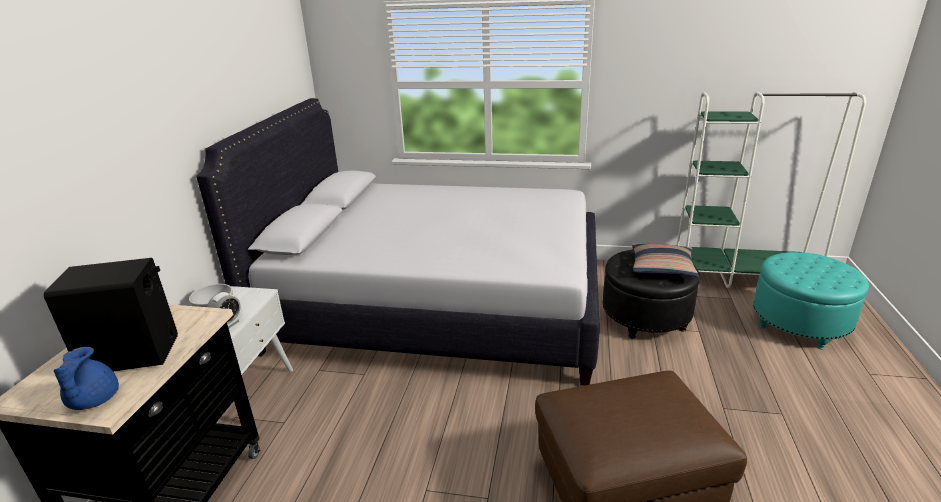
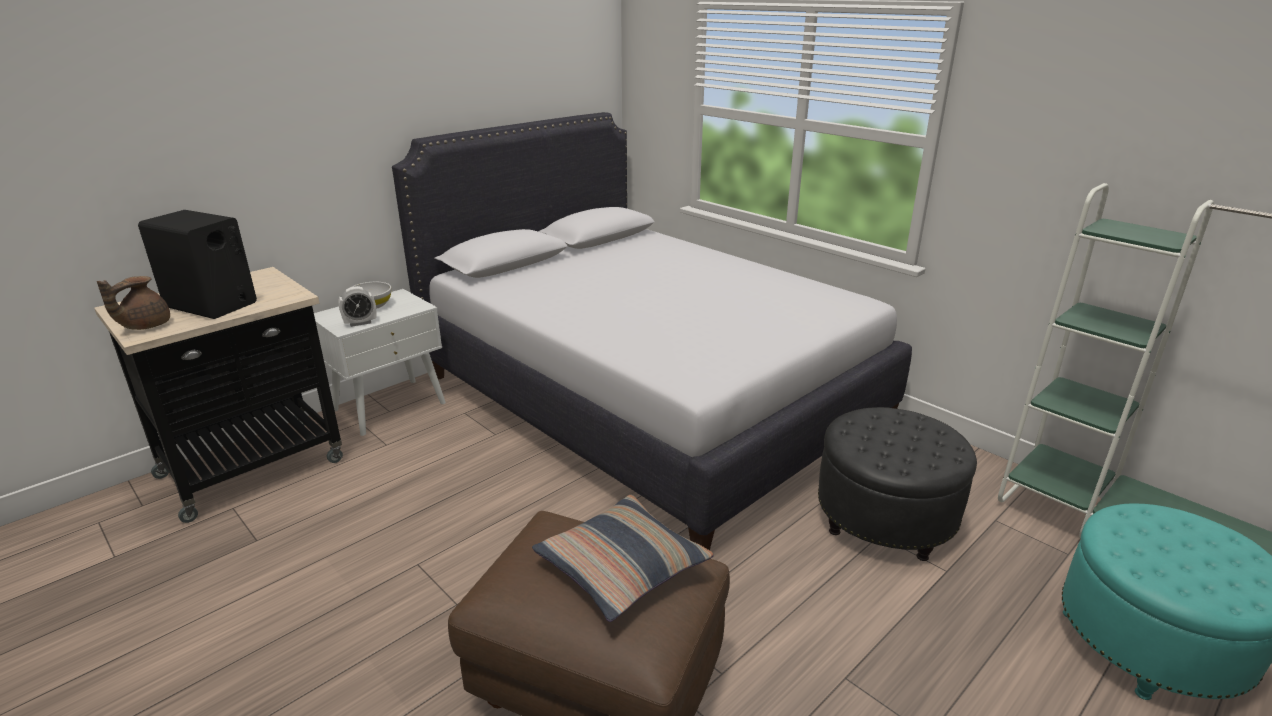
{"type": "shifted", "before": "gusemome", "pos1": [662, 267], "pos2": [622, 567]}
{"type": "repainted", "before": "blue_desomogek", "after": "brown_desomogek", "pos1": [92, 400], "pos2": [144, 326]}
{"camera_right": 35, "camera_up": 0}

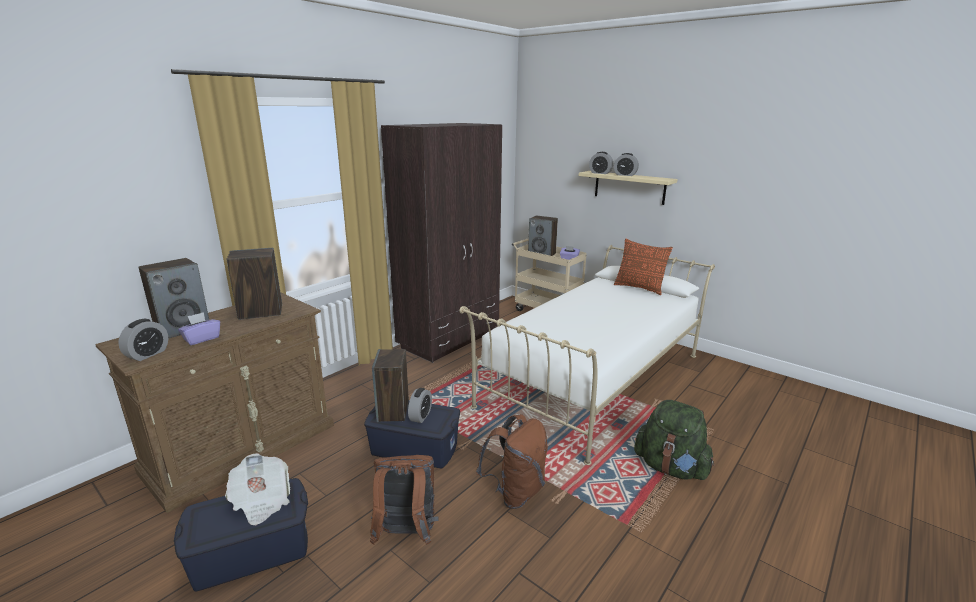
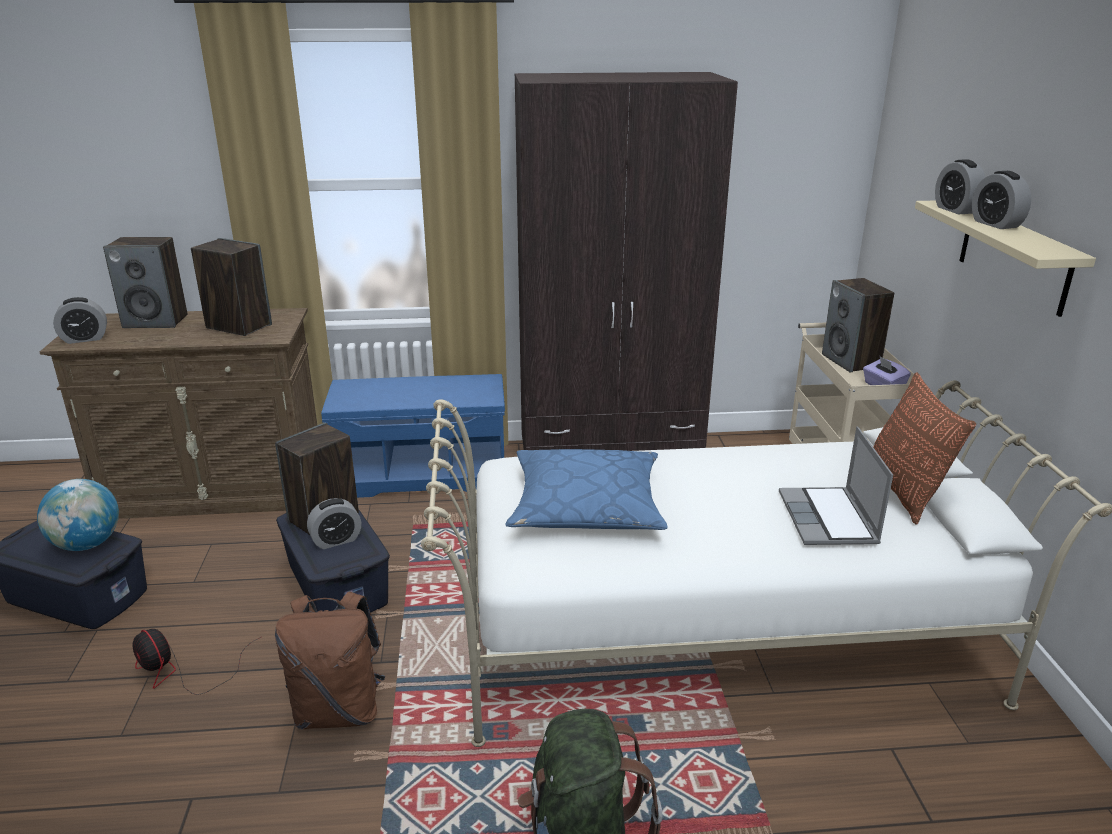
{"type": "gone", "before": "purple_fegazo", "pos1": [202, 339]}
{"type": "new", "after": "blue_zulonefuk", "pos2": [423, 474]}
{"type": "new", "after": "blue_gusemome", "pos2": [586, 506]}
{"type": "new", "after": "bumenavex", "pos2": [829, 519]}
{"type": "swapped", "before": "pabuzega", "after": "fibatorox", "pos1": [261, 501], "pos2": [87, 544]}
{"type": "swapped", "before": "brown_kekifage", "after": "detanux", "pos1": [406, 534], "pos2": [181, 672]}
{"camera_right": 45, "camera_up": 5}

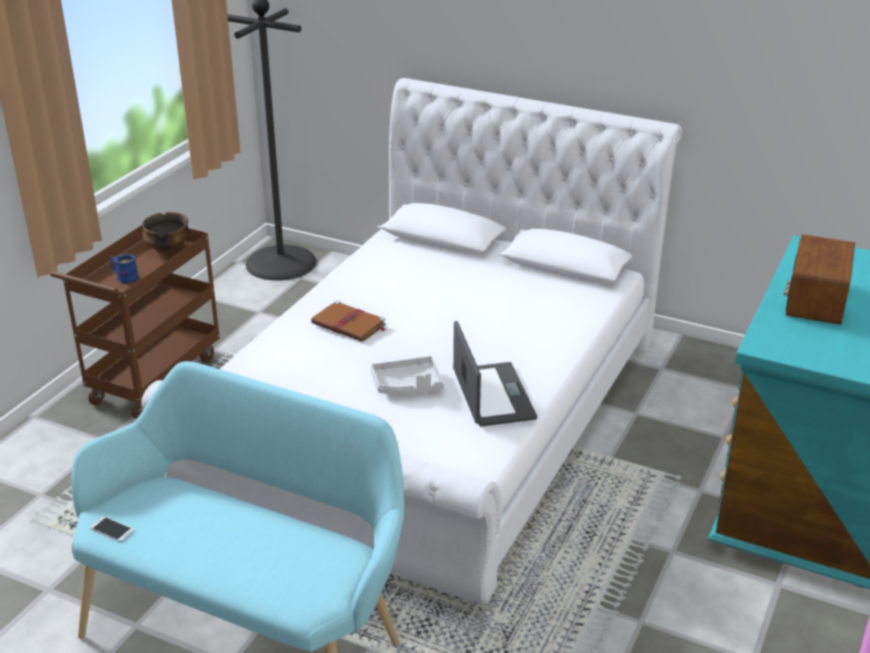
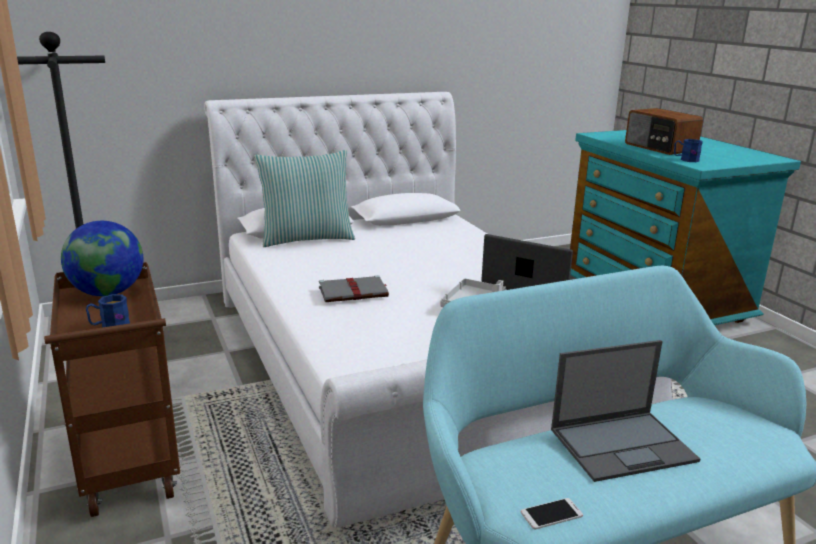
{"type": "new", "after": "gusemome", "pos2": [306, 238]}
{"type": "new", "after": "bumenavex", "pos2": [623, 444]}
{"type": "new", "after": "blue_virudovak", "pos2": [685, 159]}
{"type": "swapped", "before": "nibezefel", "after": "fibatorox", "pos1": [167, 248], "pos2": [108, 293]}
{"type": "repainted", "before": "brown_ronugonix", "after": "grey_ronugonix", "pos1": [350, 324], "pos2": [354, 292]}
{"camera_right": -50, "camera_up": -10}

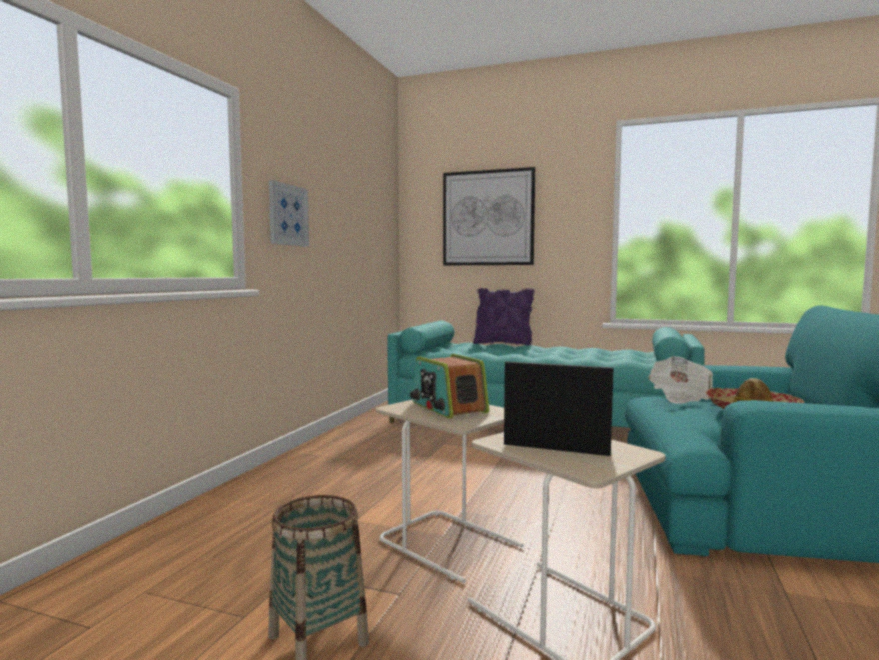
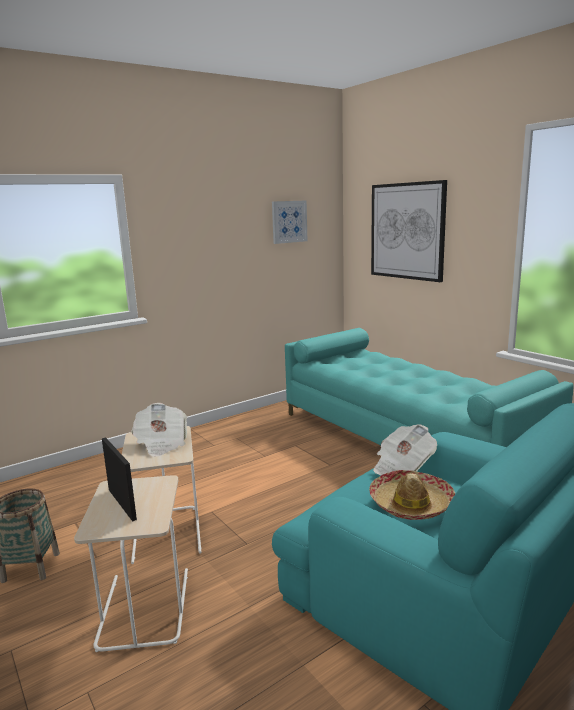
{"type": "gone", "before": "purple_gusemome", "pos1": [503, 343]}
{"type": "shifted", "before": "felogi", "pos1": [288, 215], "pos2": [289, 221]}
{"type": "swapped", "before": "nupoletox", "after": "pabuzega", "pos1": [448, 407], "pos2": [161, 443]}
{"camera_right": 35, "camera_up": 10}

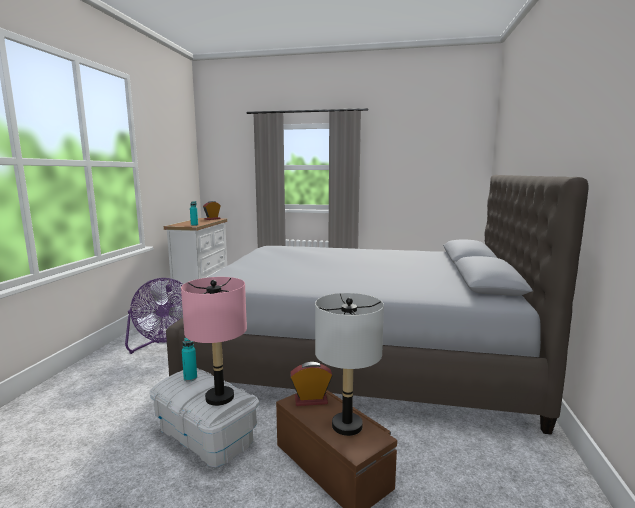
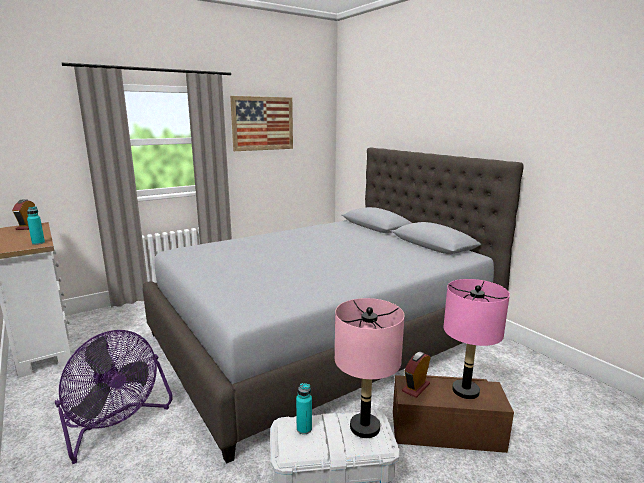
{"type": "new", "after": "felogi", "pos2": [262, 123]}
{"type": "repainted", "before": "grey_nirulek", "after": "pink_nirulek", "pos1": [347, 425], "pos2": [465, 390]}
{"camera_right": -45, "camera_up": 5}

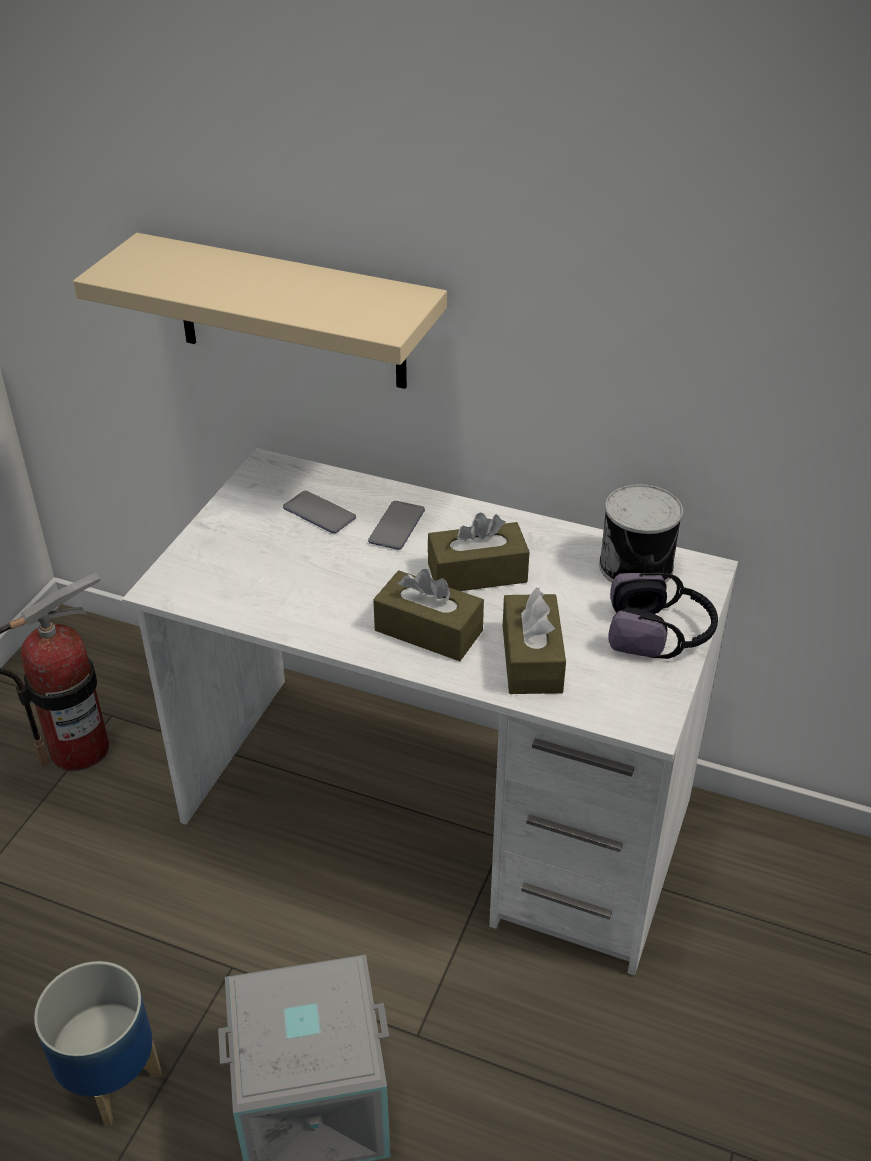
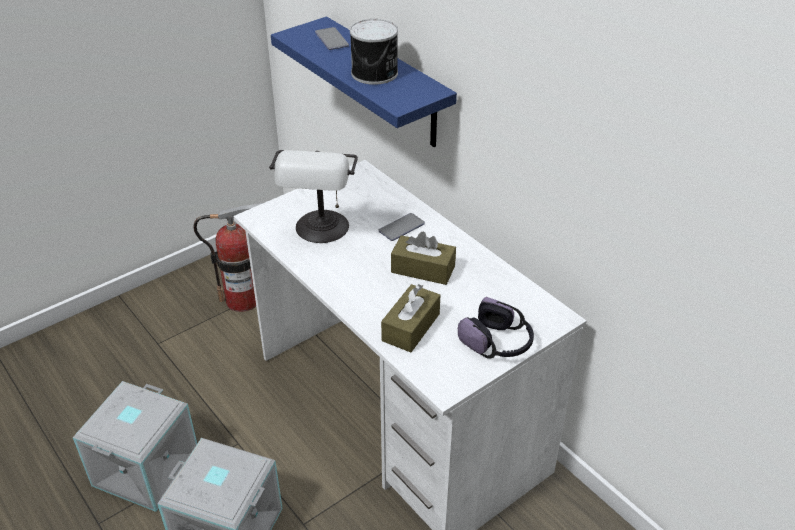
{"type": "gone", "before": "brown_fegazo", "pos1": [428, 630]}
{"type": "new", "after": "nirulek", "pos2": [321, 233]}
{"type": "shifted", "before": "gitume", "pos1": [319, 513], "pos2": [331, 39]}
{"type": "shifted", "before": "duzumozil", "pos1": [638, 566], "pos2": [375, 73]}
{"type": "swapped", "before": "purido", "after": "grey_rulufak", "pos1": [112, 1080], "pos2": [147, 470]}
{"type": "repainted", "before": "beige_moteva", "after": "blue_moteva", "pos1": [290, 313], "pos2": [387, 84]}
{"camera_right": 30, "camera_up": 0}

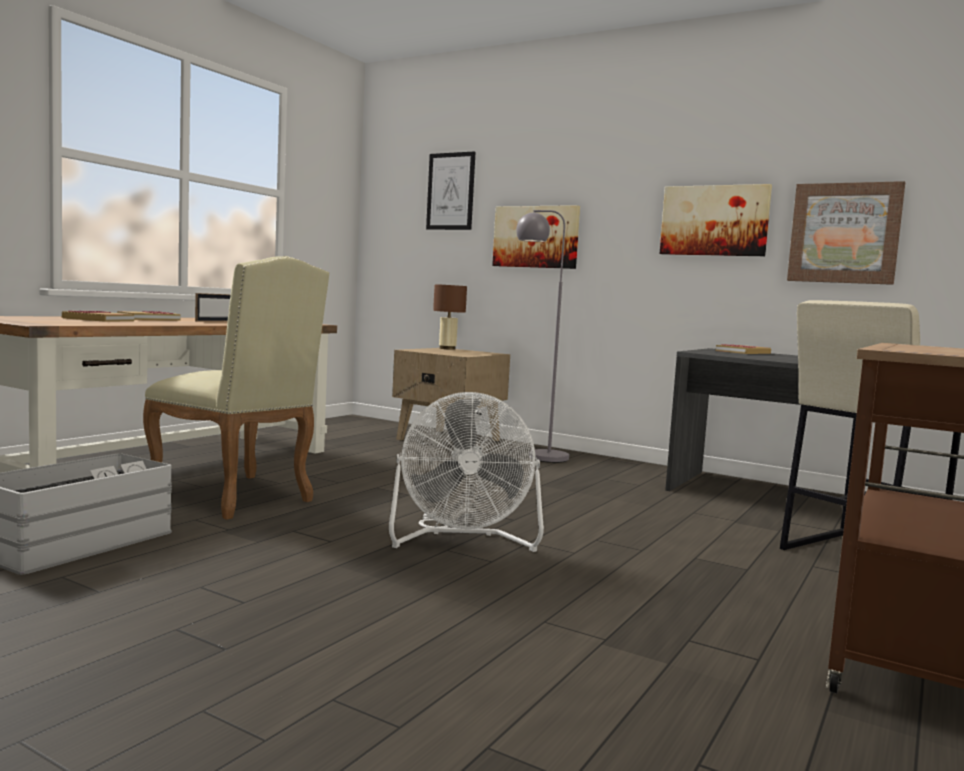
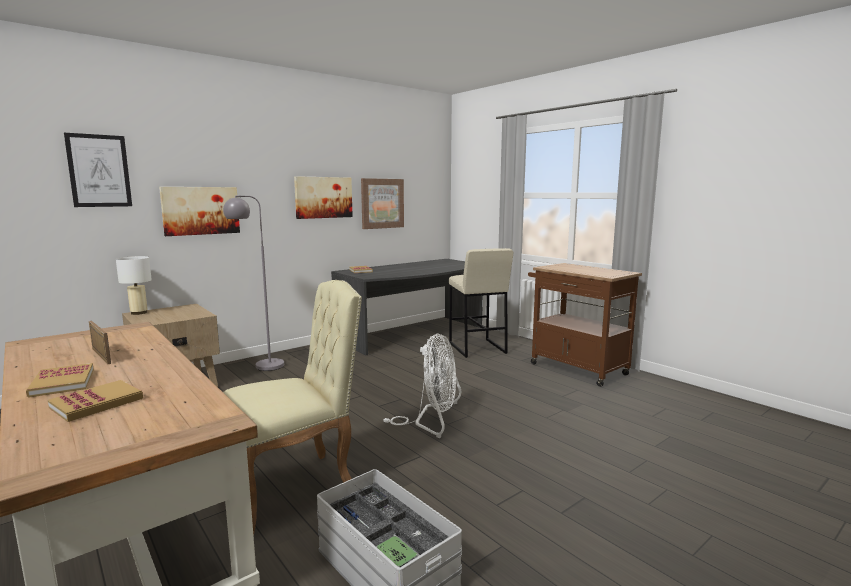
{"type": "repainted", "before": "brown_nirulek", "after": "white_nirulek", "pos1": [448, 348], "pos2": [139, 313]}
{"camera_right": -70, "camera_up": 5}

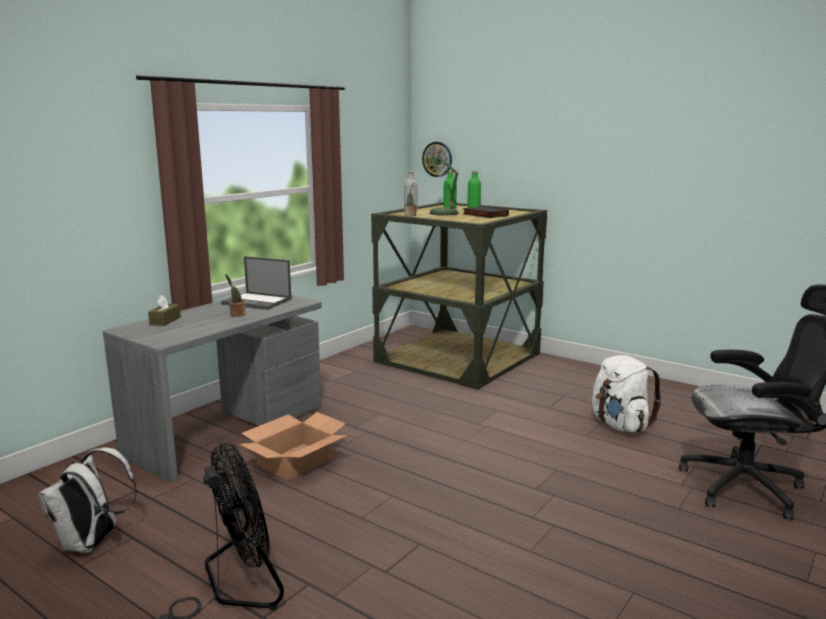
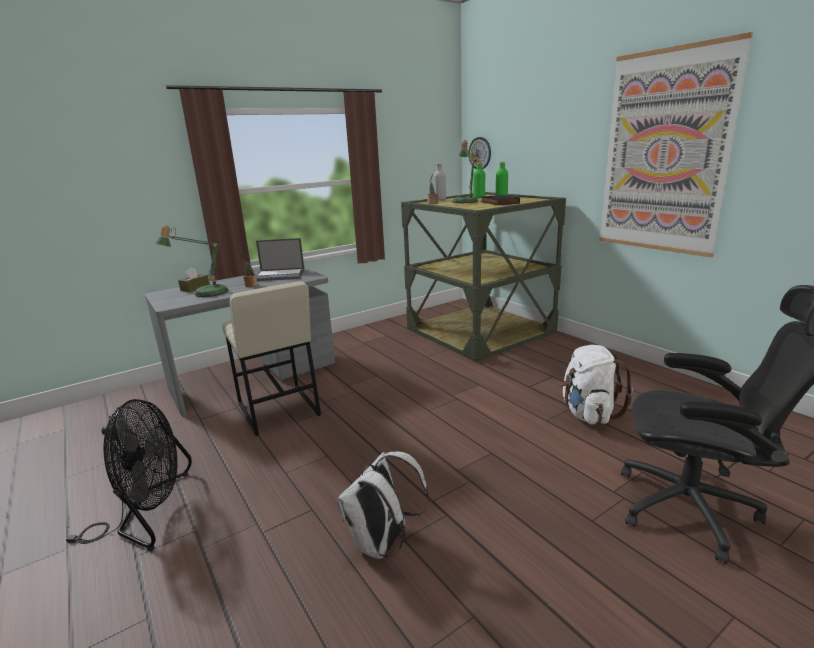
{"type": "new", "after": "nirulek", "pos2": [205, 293]}
{"type": "new", "after": "felogi", "pos2": [664, 153]}
{"type": "shifted", "before": "white_kekifage", "pos1": [92, 543], "pos2": [383, 544]}
{"type": "swapped", "before": "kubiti", "after": "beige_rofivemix", "pos1": [295, 461], "pos2": [279, 410]}
{"type": "rotated", "before": "bumenavex", "pos1": [257, 301], "pos2": [280, 275], "turn": -45}
{"camera_right": 20, "camera_up": 5}

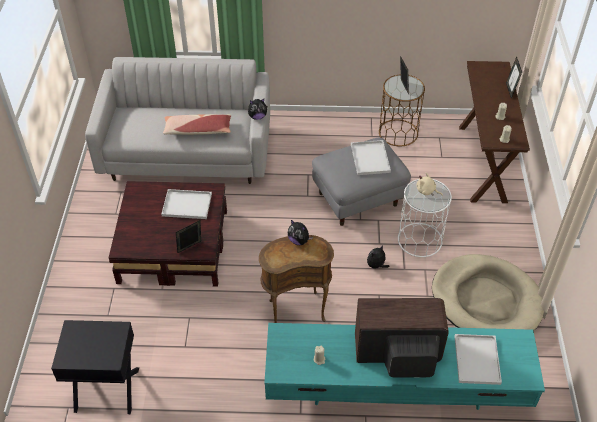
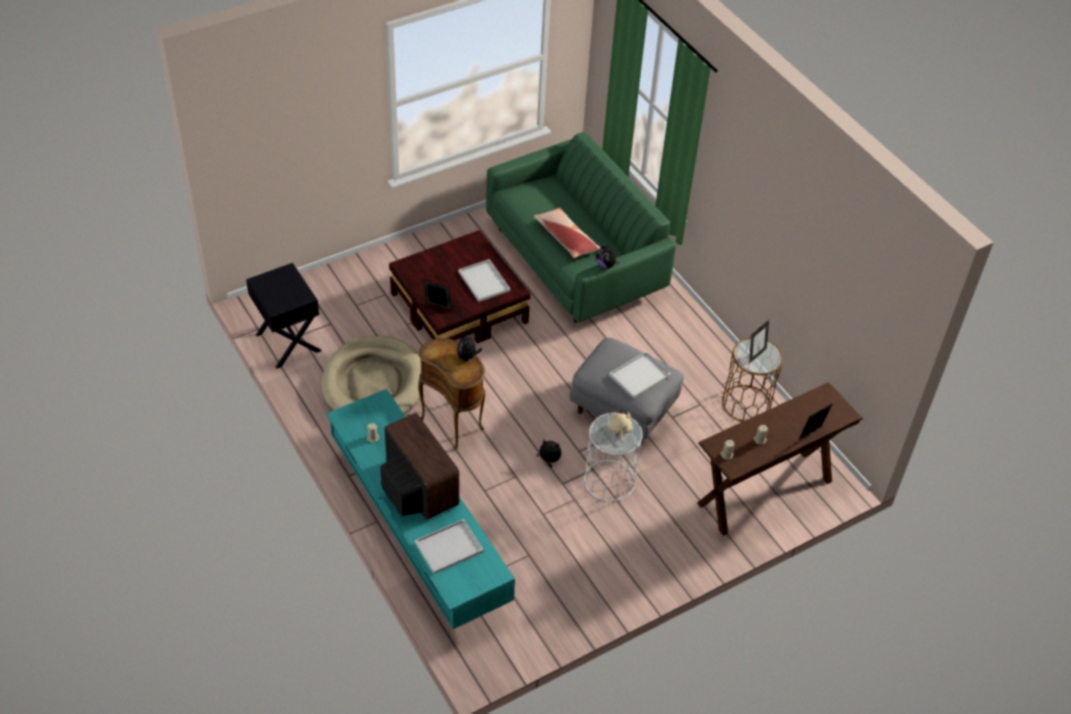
{"type": "shifted", "before": "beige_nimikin", "pos1": [486, 300], "pos2": [374, 383]}
{"type": "repainted", "before": "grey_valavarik", "after": "green_valavarik", "pos1": [188, 153], "pos2": [575, 261]}
{"camera_right": 55, "camera_up": 0}

